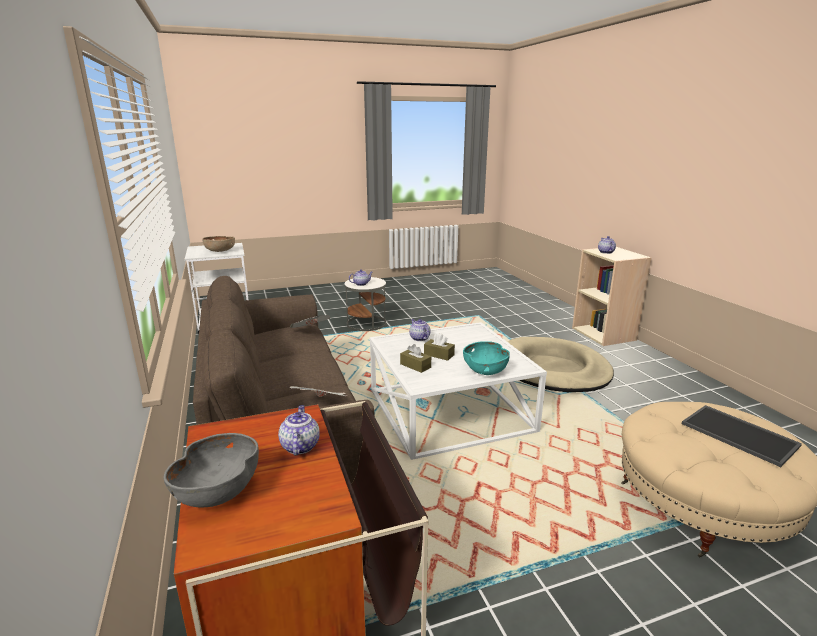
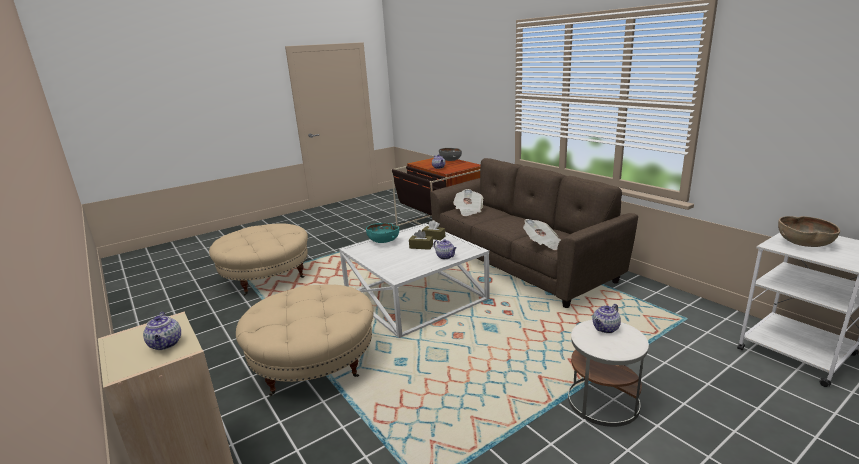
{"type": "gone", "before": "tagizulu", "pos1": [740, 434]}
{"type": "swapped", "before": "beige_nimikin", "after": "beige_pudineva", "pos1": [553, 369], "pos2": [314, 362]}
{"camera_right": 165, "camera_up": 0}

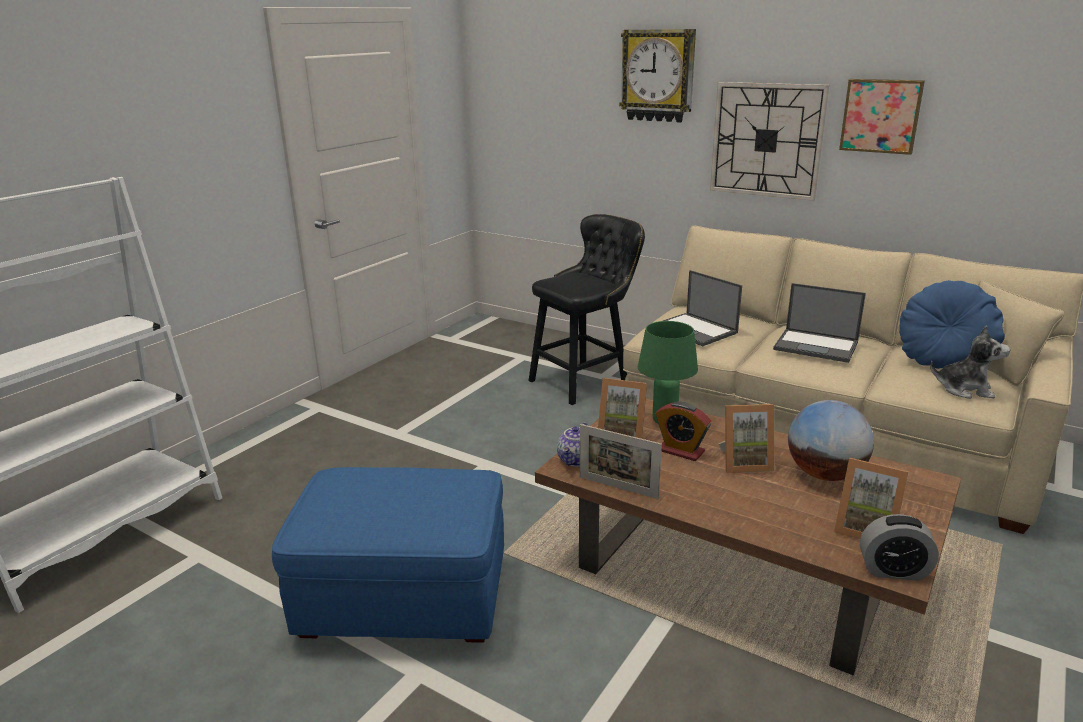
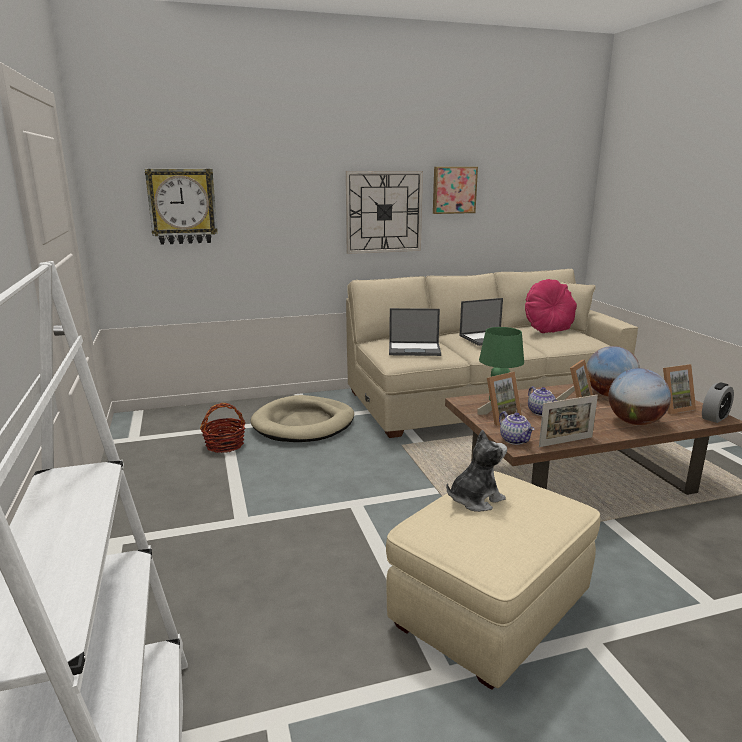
{"type": "new", "after": "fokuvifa", "pos2": [225, 445]}
{"type": "new", "after": "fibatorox", "pos2": [635, 422]}
{"type": "shifted", "before": "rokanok", "pos1": [658, 75], "pos2": [182, 206]}
{"type": "shifted", "before": "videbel", "pos1": [964, 389], "pos2": [475, 499]}
{"type": "swapped", "before": "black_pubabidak", "after": "beige_nimikin", "pos1": [587, 379], "pos2": [304, 423]}
{"type": "swapped", "before": "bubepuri", "after": "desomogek", "pos1": [680, 451], "pos2": [541, 412]}
{"type": "repainted", "before": "blue_pudineva", "after": "beige_pudineva", "pos1": [402, 598], "pos2": [489, 611]}
{"type": "repainted", "before": "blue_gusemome", "after": "pink_gusemome", "pos1": [942, 365], "pos2": [548, 331]}
{"camera_right": -50, "camera_up": -5}

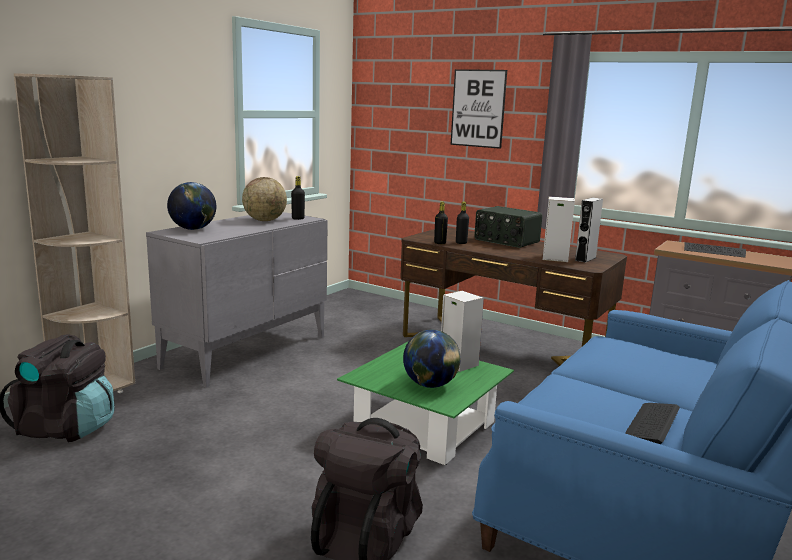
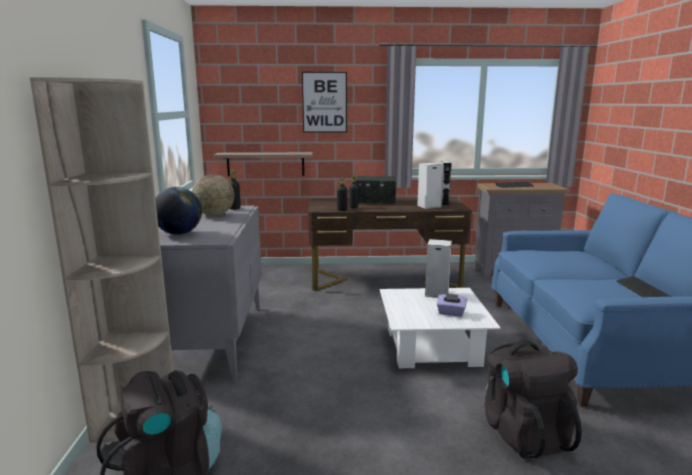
{"type": "new", "after": "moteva", "pos2": [265, 164]}
{"type": "swapped", "before": "fibatorox", "after": "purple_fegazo", "pos1": [430, 385], "pos2": [451, 313]}
{"type": "repainted", "before": "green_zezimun", "after": "white_zezimun", "pos1": [425, 427], "pos2": [432, 347]}
{"camera_right": -35, "camera_up": 0}

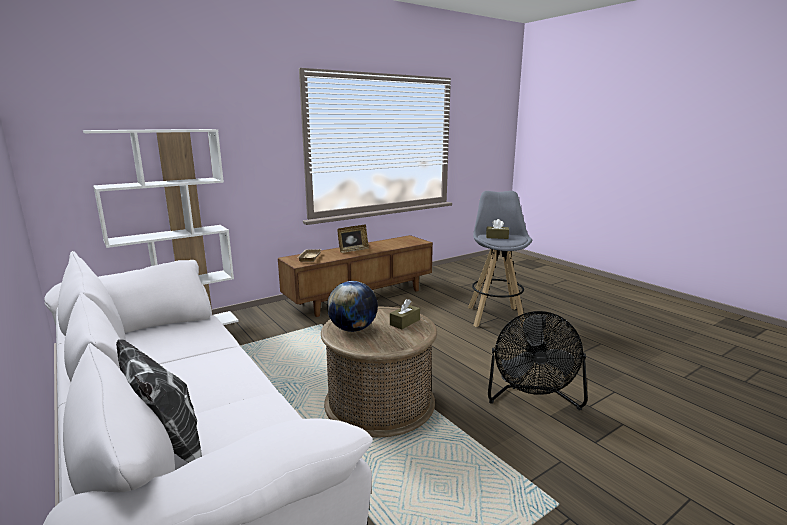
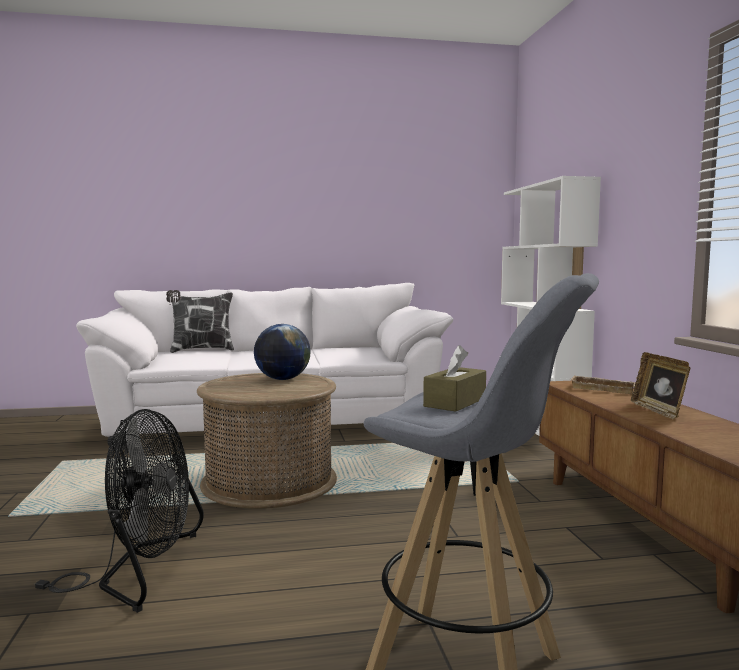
{"type": "gone", "before": "brown_fegazo", "pos1": [405, 322]}
{"type": "rotated", "before": "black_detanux", "pos1": [528, 395], "pos2": [137, 571], "turn": 150}
{"camera_right": 115, "camera_up": -10}

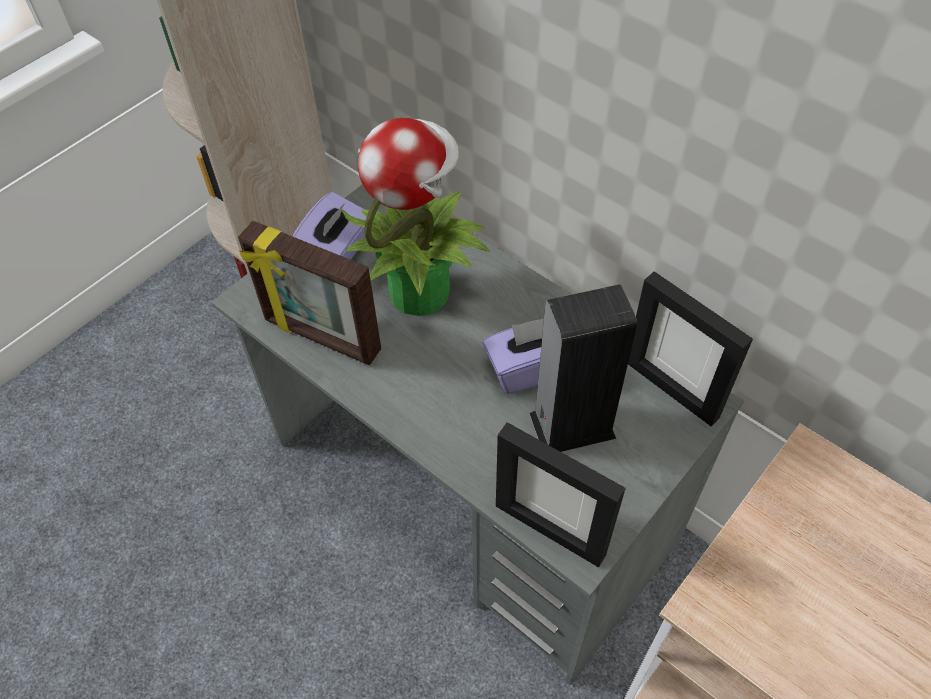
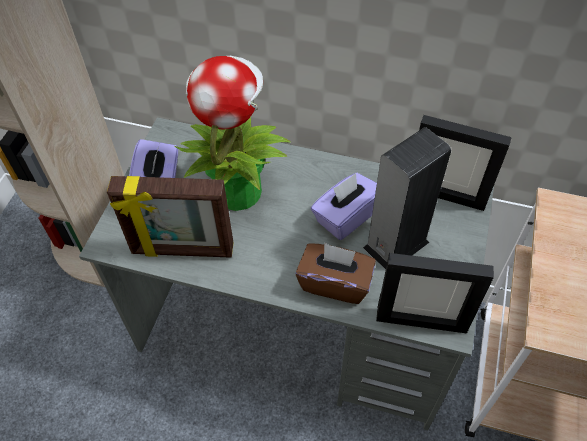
{"type": "new", "after": "brown_fegazo", "pos2": [335, 283]}
{"camera_right": -25, "camera_up": 0}

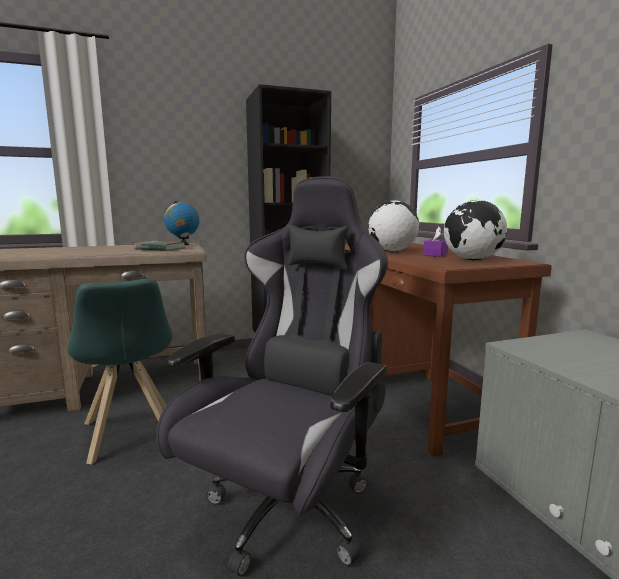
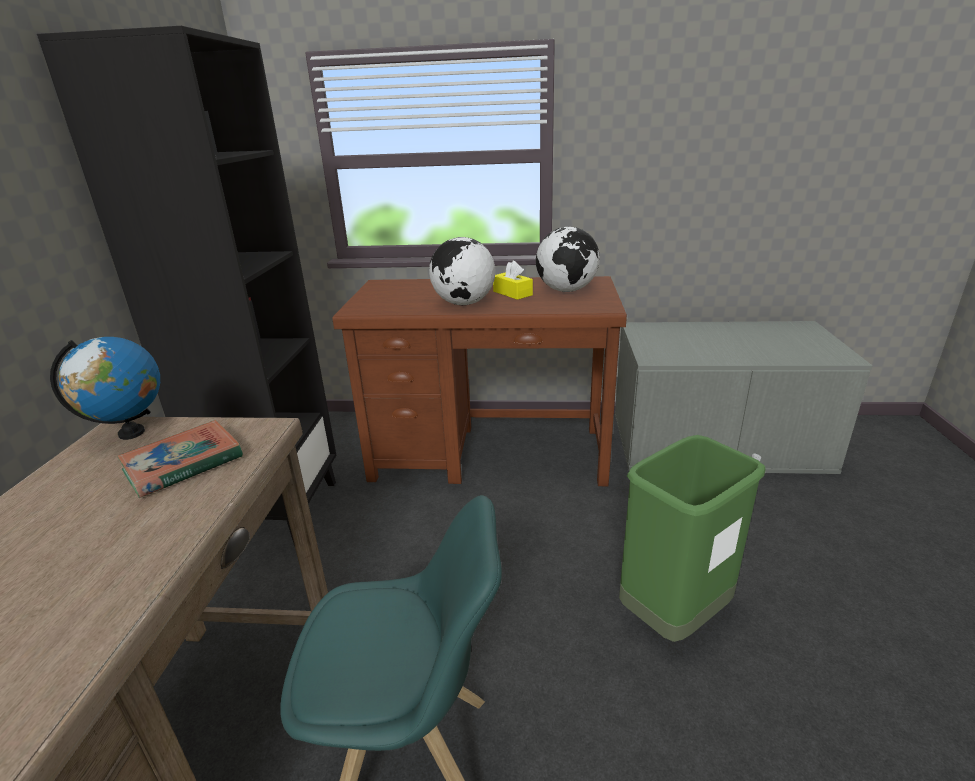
{"type": "swapped", "before": "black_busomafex", "after": "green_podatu", "pos1": [284, 519], "pos2": [673, 615]}
{"type": "repainted", "before": "purple_fegazo", "after": "yellow_fegazo", "pos1": [435, 254], "pos2": [512, 293]}
{"camera_right": -65, "camera_up": 15}

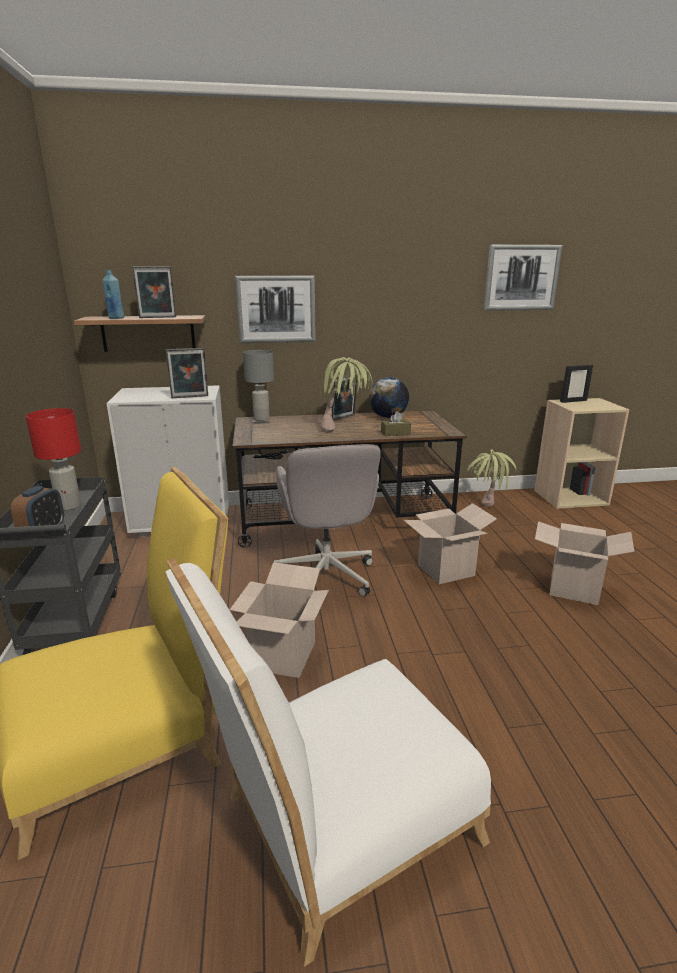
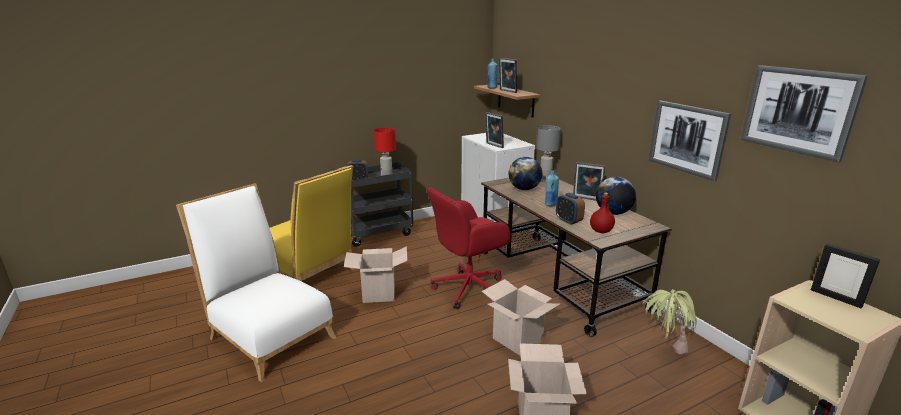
{"type": "new", "after": "fibatorox", "pos2": [524, 189]}
{"type": "new", "after": "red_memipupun", "pos2": [600, 231]}
{"type": "shifted", "before": "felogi", "pos1": [276, 309], "pos2": [687, 139]}
{"type": "swapped", "before": "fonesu", "after": "blue_memipupun", "pos1": [344, 431], "pos2": [550, 204]}
{"type": "swapped", "before": "brown_fegazo", "after": "bubepuri", "pos1": [395, 433], "pos2": [568, 221]}
{"type": "repainted", "before": "grey_busomafex", "after": "red_busomafex", "pos1": [326, 577], "pos2": [468, 290]}
{"camera_right": 70, "camera_up": 0}

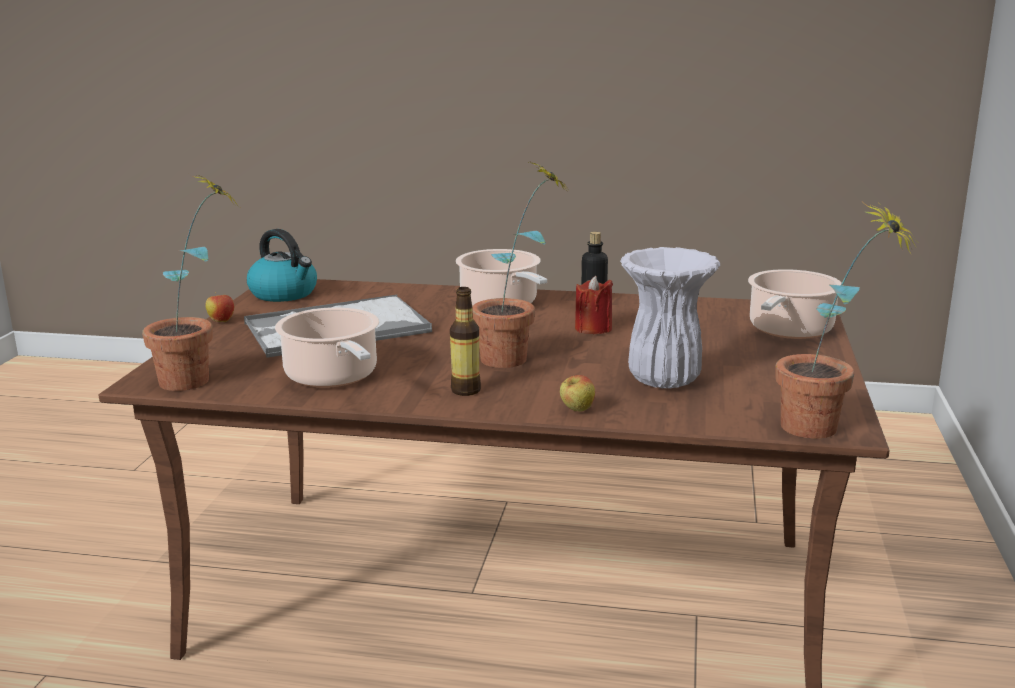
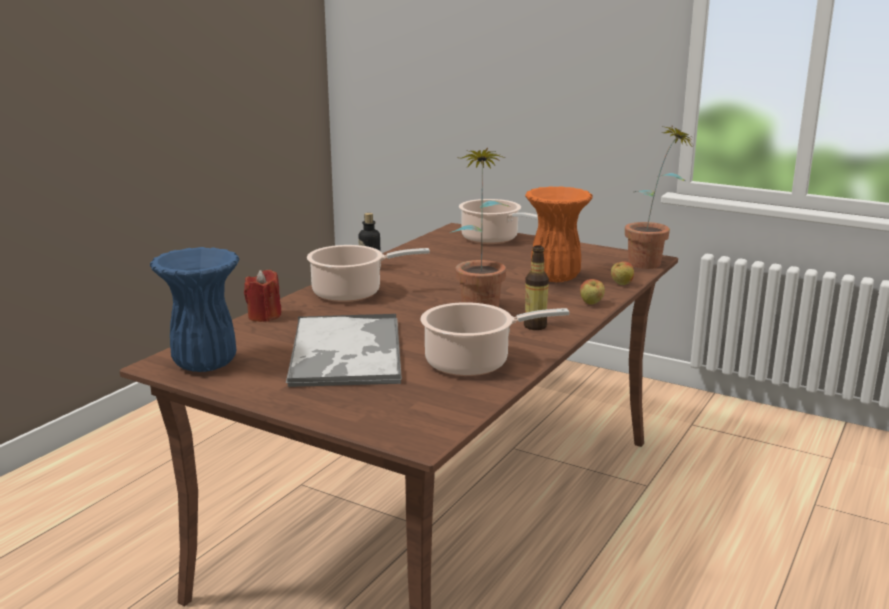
{"type": "gone", "before": "fonesu", "pos1": [201, 379]}
{"type": "shifted", "before": "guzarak", "pos1": [221, 321], "pos2": [621, 284]}
{"type": "shifted", "before": "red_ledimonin", "pos1": [593, 329], "pos2": [264, 316]}
{"type": "swapped", "before": "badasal", "after": "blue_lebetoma", "pos1": [284, 294], "pos2": [203, 364]}
{"type": "repainted", "before": "white_lebetoma", "after": "orange_lebetoma", "pos1": [665, 380], "pos2": [555, 277]}
{"camera_right": -70, "camera_up": 0}

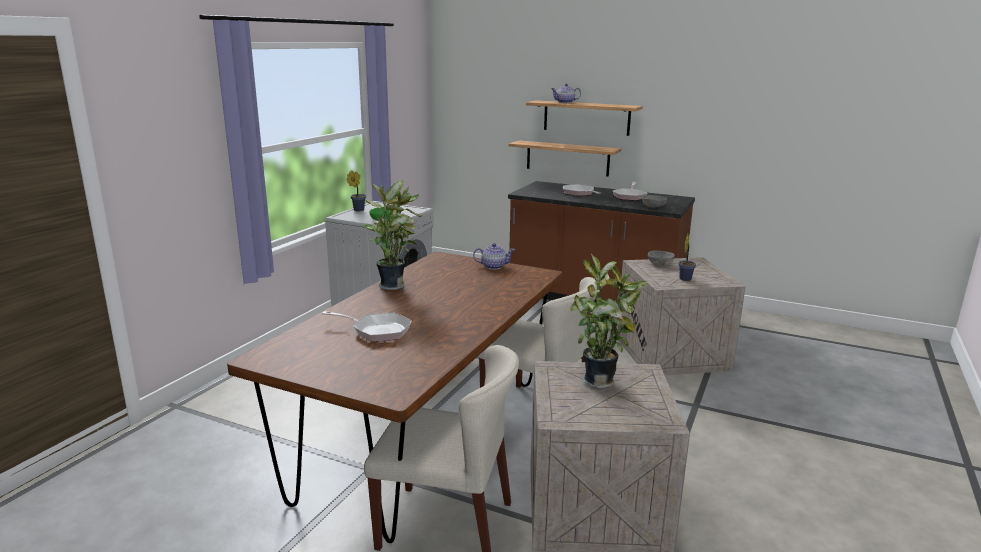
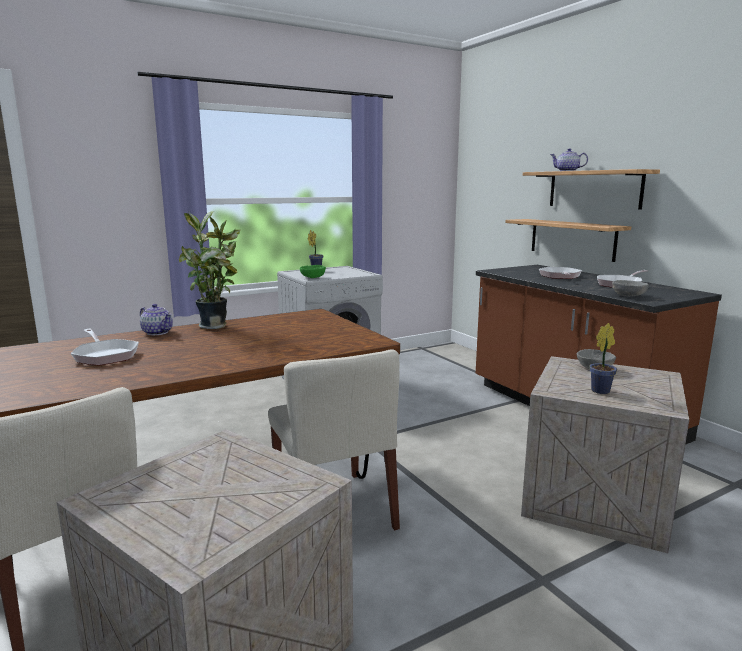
{"type": "gone", "before": "fonesu", "pos1": [602, 382]}
{"type": "shifted", "before": "desomogek", "pos1": [493, 266], "pos2": [157, 332]}
{"camera_right": 35, "camera_up": -5}

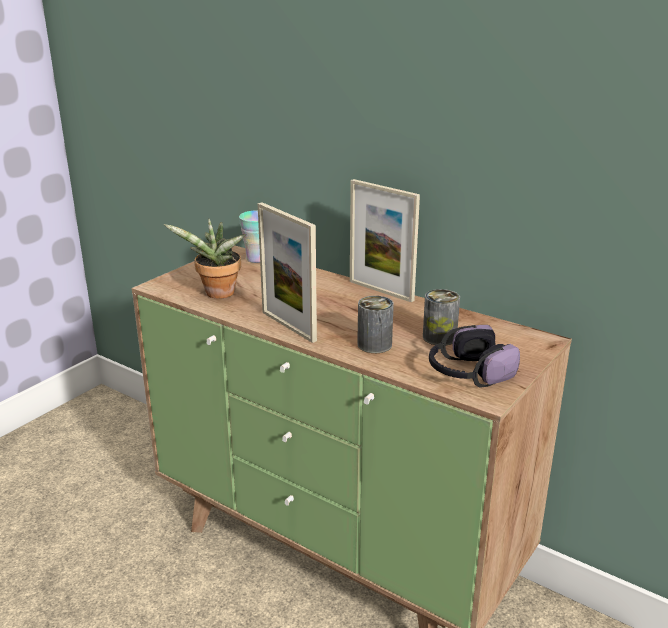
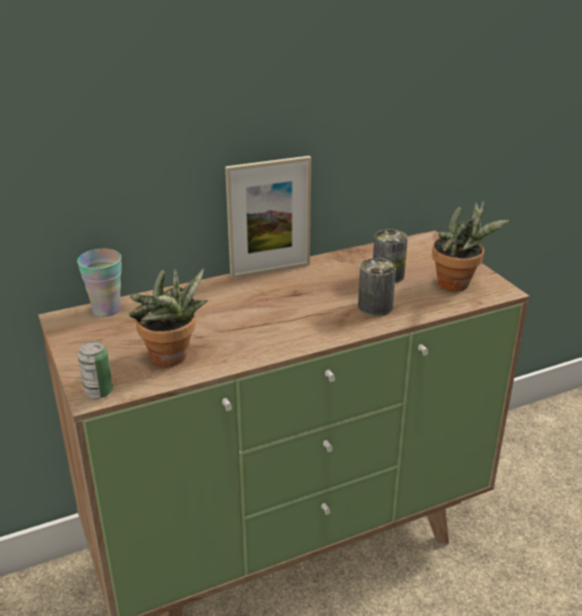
{"type": "gone", "before": "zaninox", "pos1": [288, 326]}
{"type": "new", "after": "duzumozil", "pos2": [98, 392]}
{"type": "swapped", "before": "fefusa", "after": "fonesu", "pos1": [468, 373], "pos2": [458, 285]}
{"camera_right": -60, "camera_up": 5}

